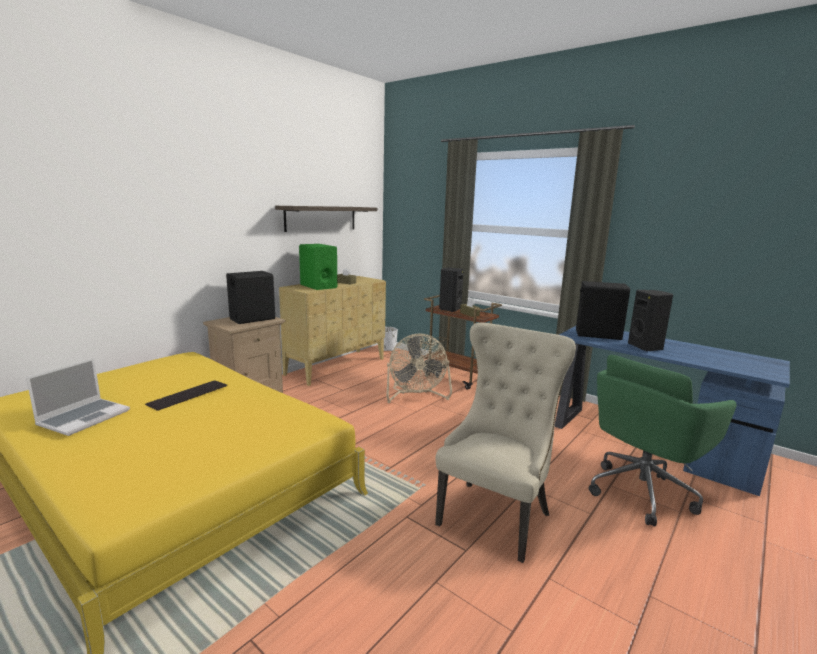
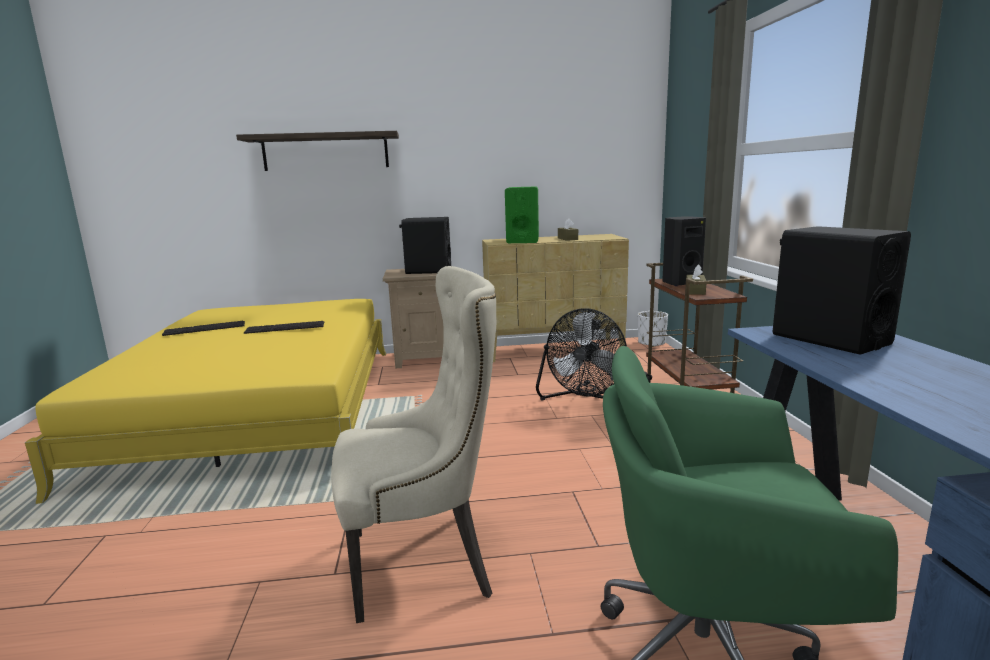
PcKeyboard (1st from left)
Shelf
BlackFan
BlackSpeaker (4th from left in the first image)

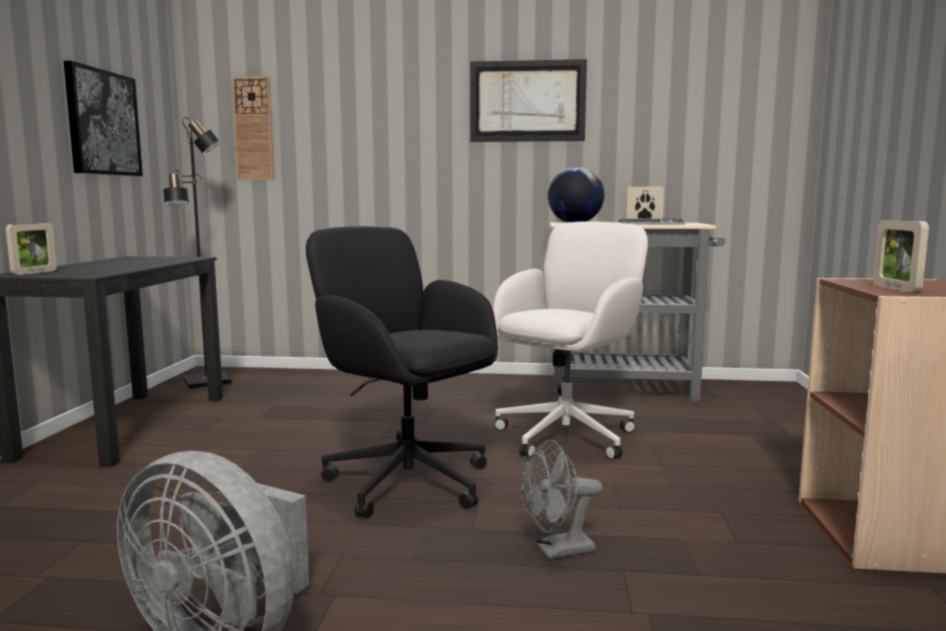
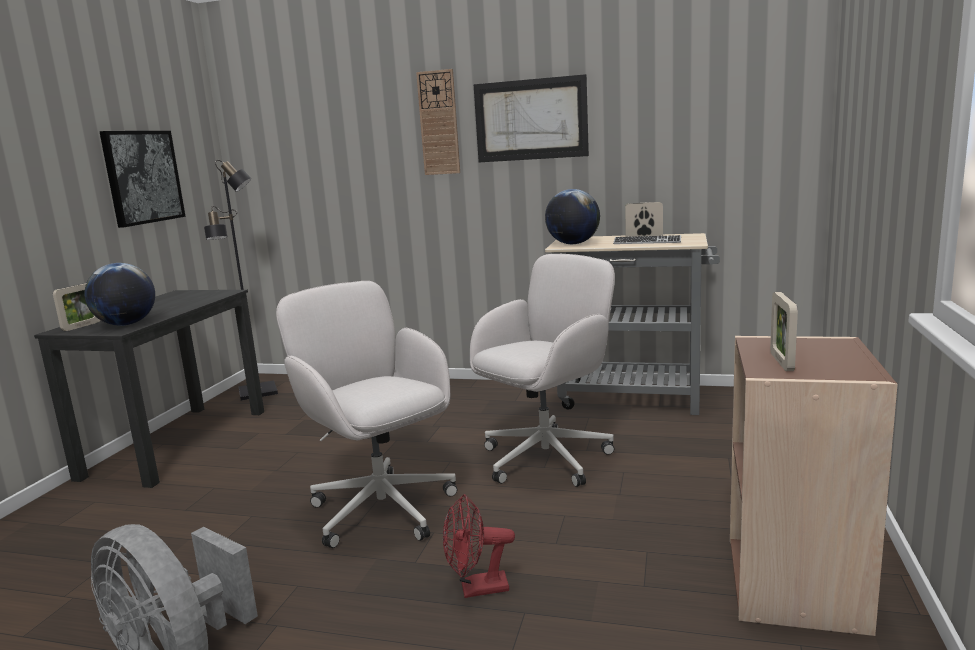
ClockOnTheWall
WhitishComputerChair (1st from left)
RedColouredFan
Globe (1st from left)

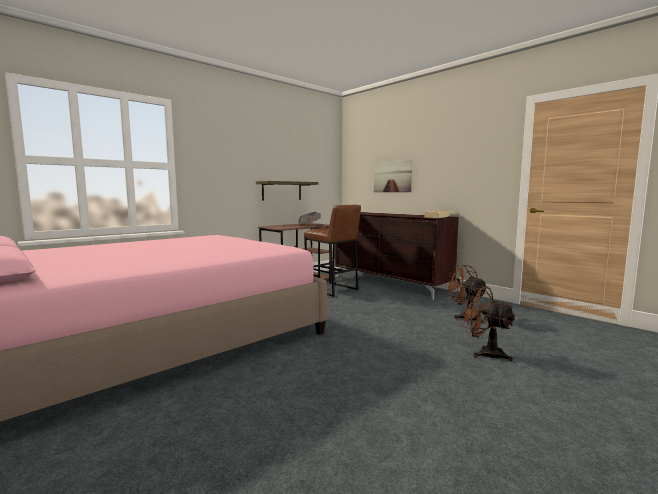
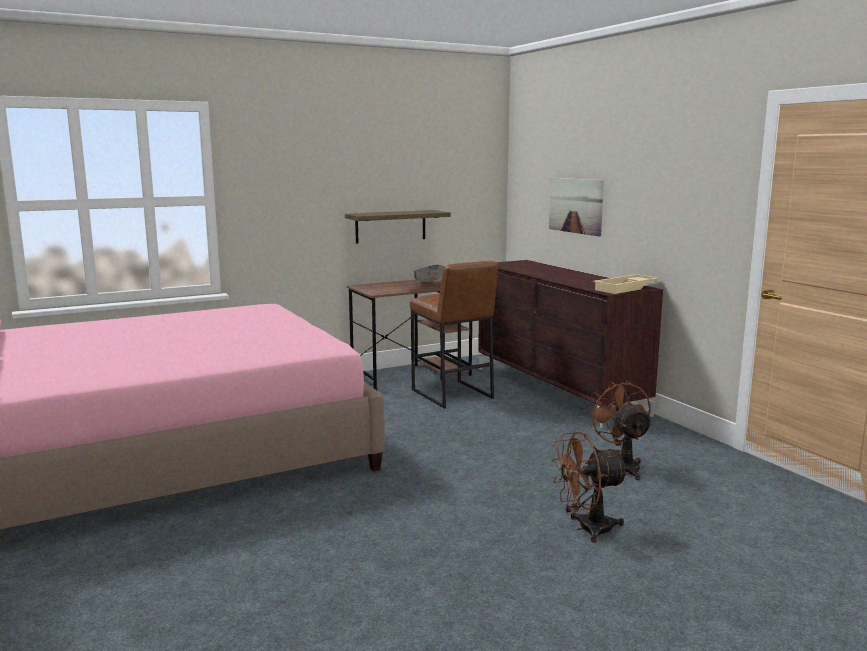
BrownishFan (1st from left)

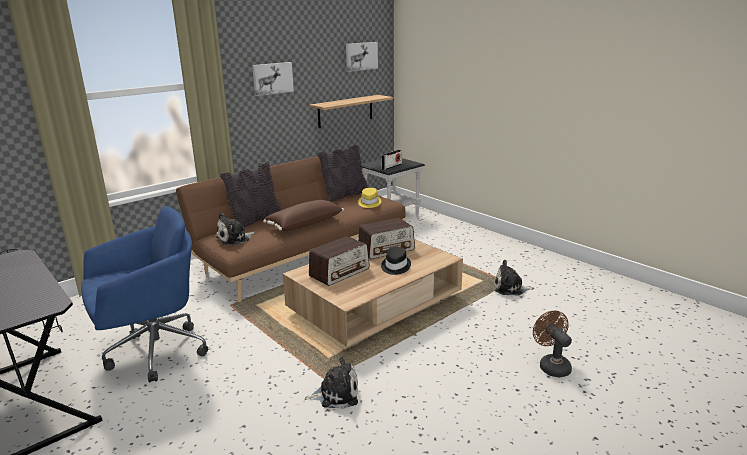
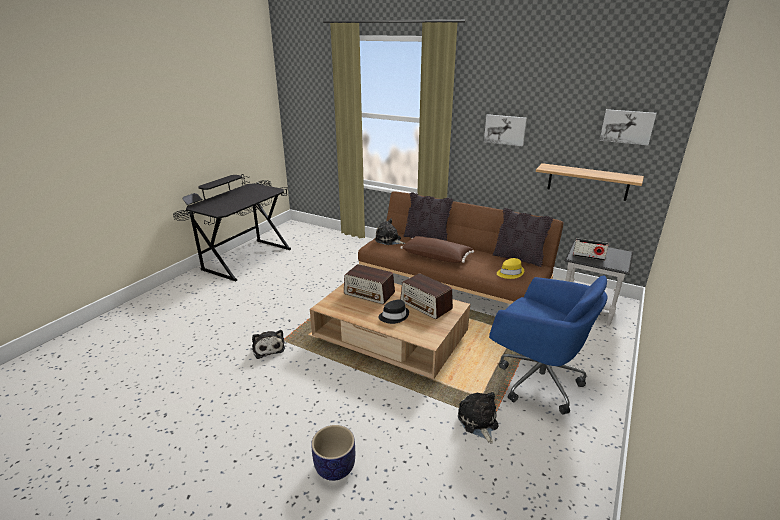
BluishComputerChair
FlowerPot

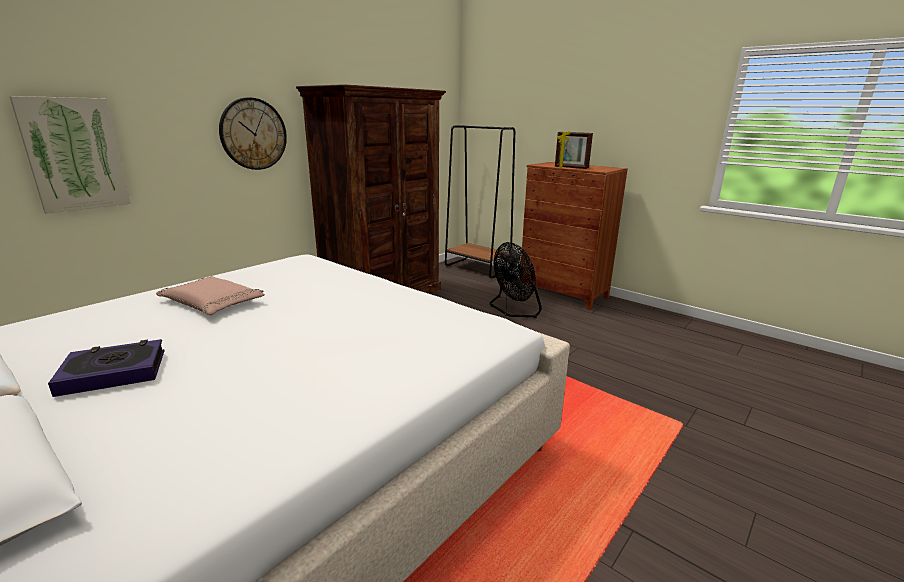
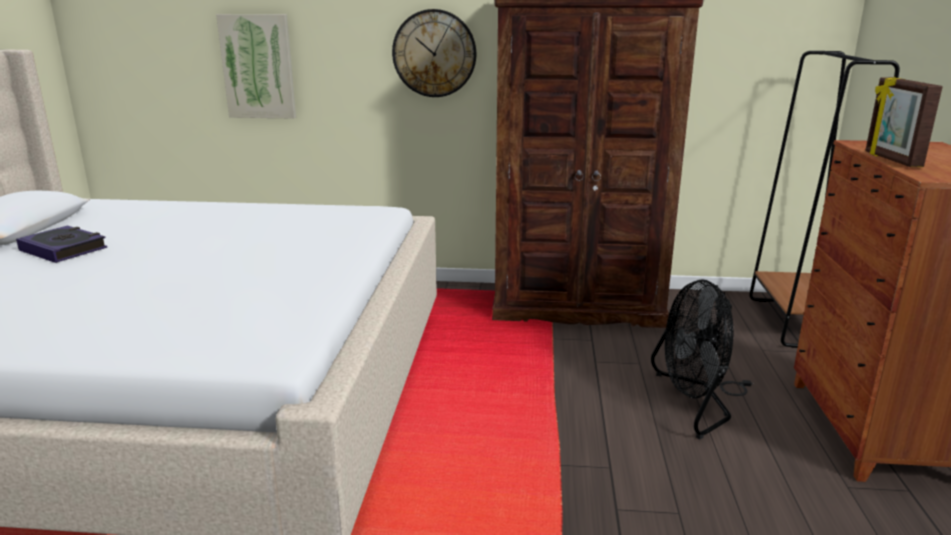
BeigeCushion
BlackFan

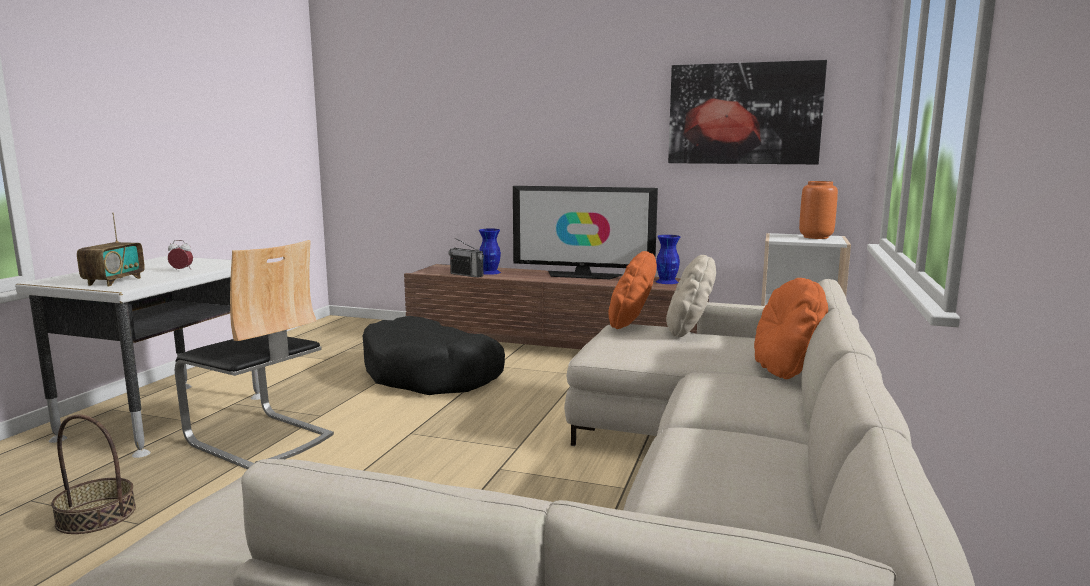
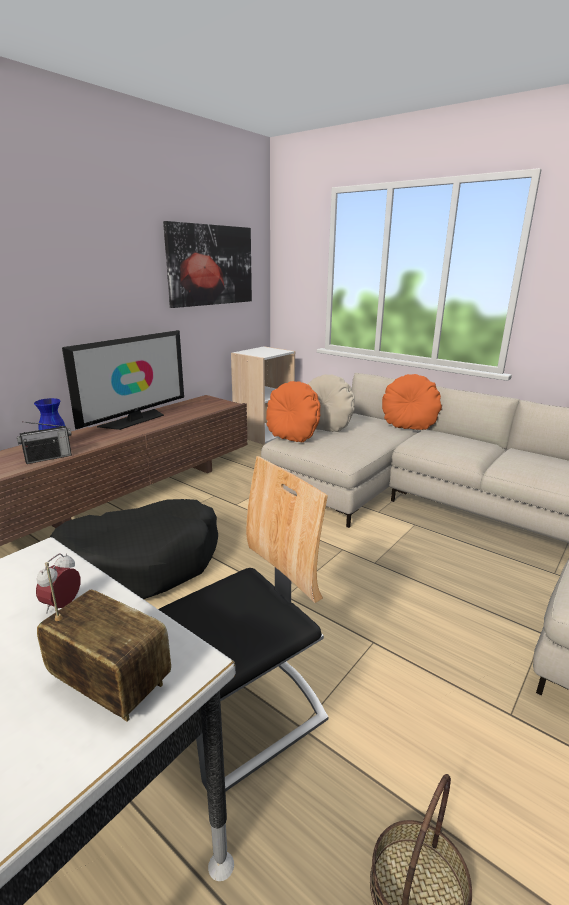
BluishDecorativeVase (2nd from left in the first image)
OrangeColouredDecorativeVase

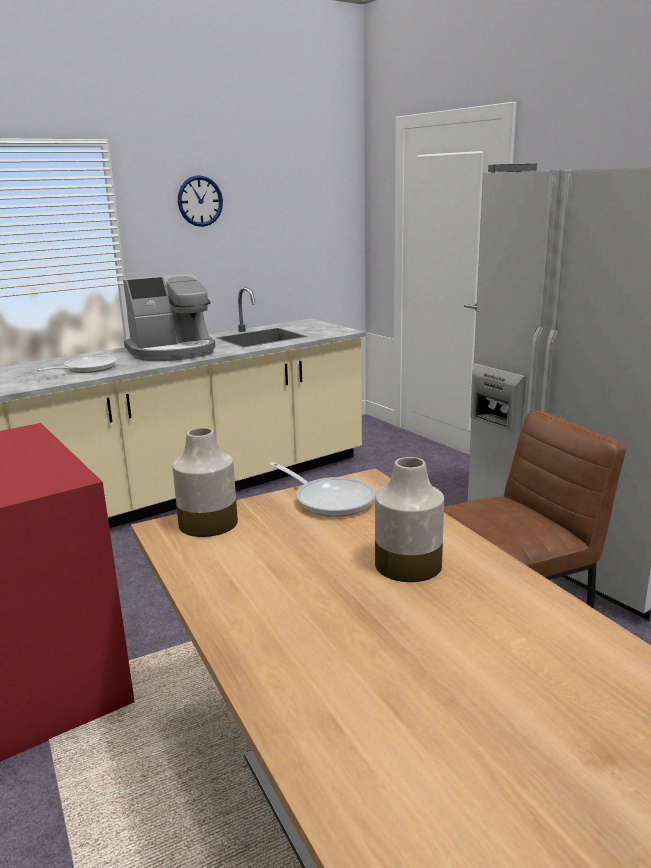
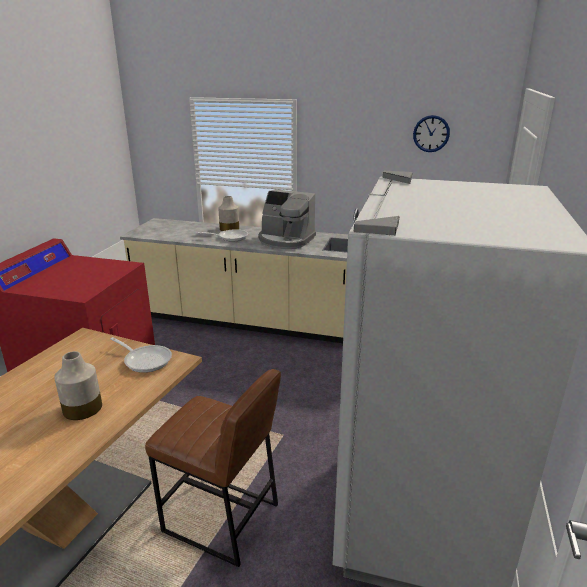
BeigeDecorativeVase (2nd from left)
ClockOnTheWall
FryingPan (1st from left)

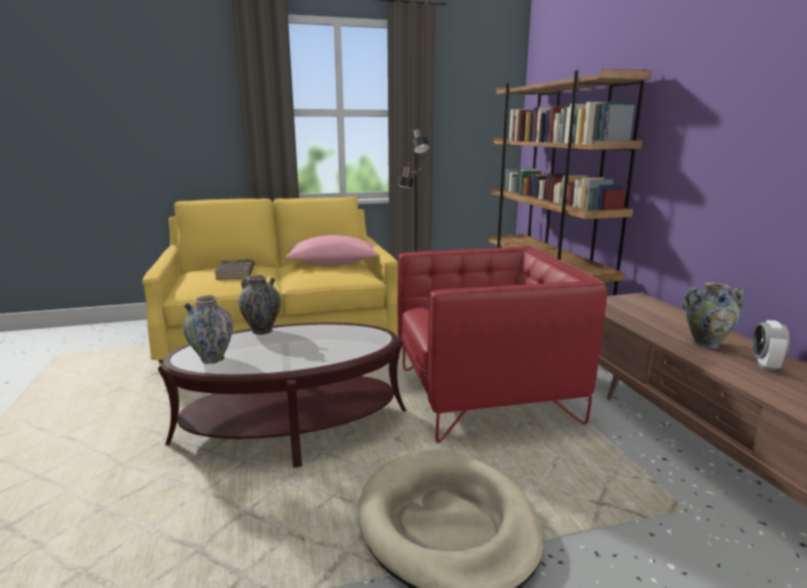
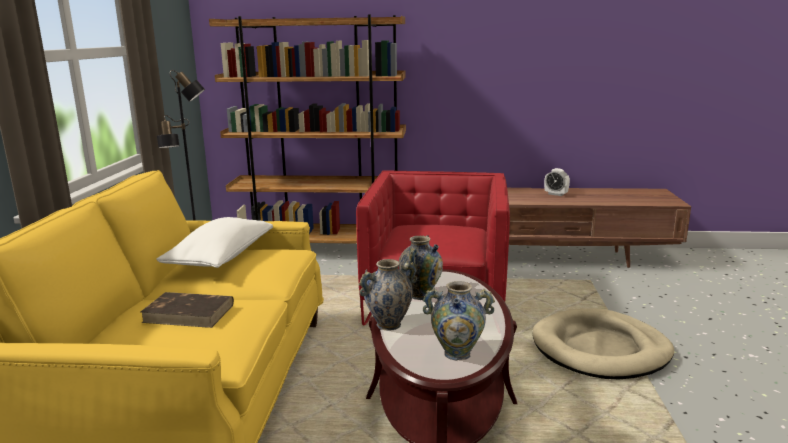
WhitishCushion
DecorativeVase (2nd from left)

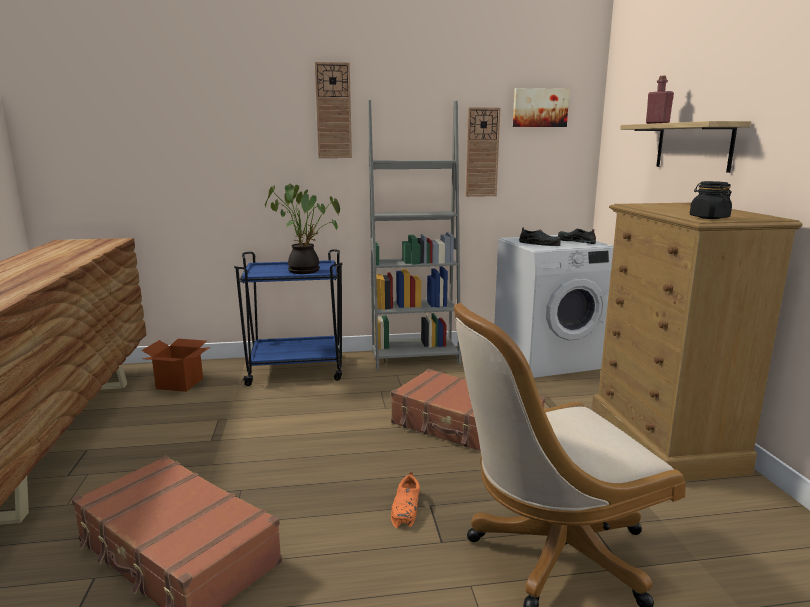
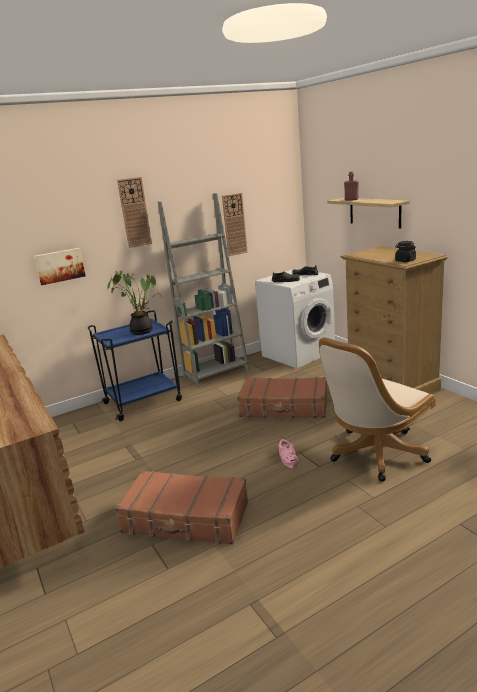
CardboardBox
PinkColouredLowShoe
Picture

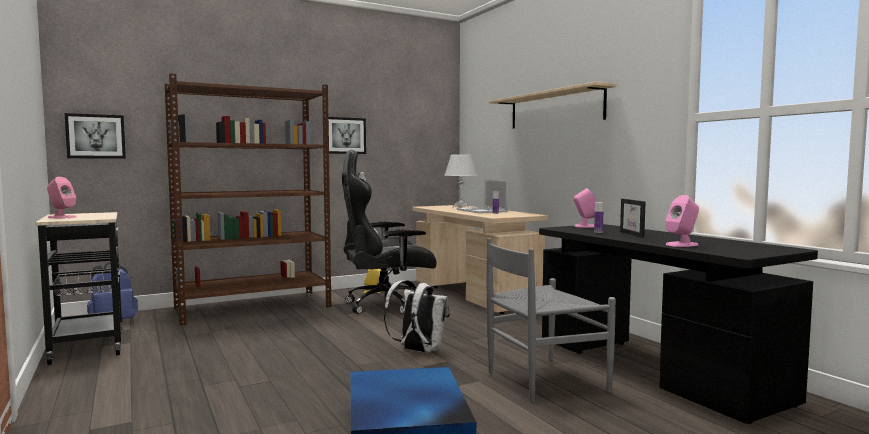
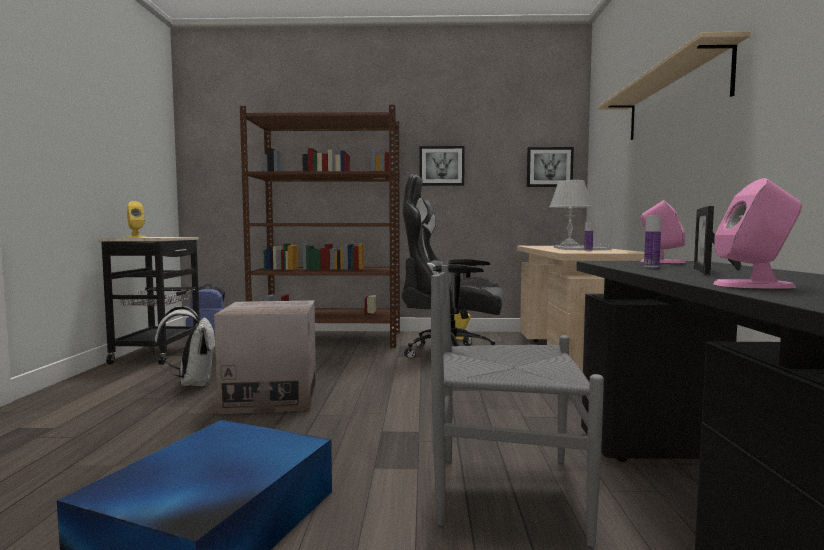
YellowishSpeaker (1st from left)
Picture (2nd from left)
WhitishRucksack
CardboardBox

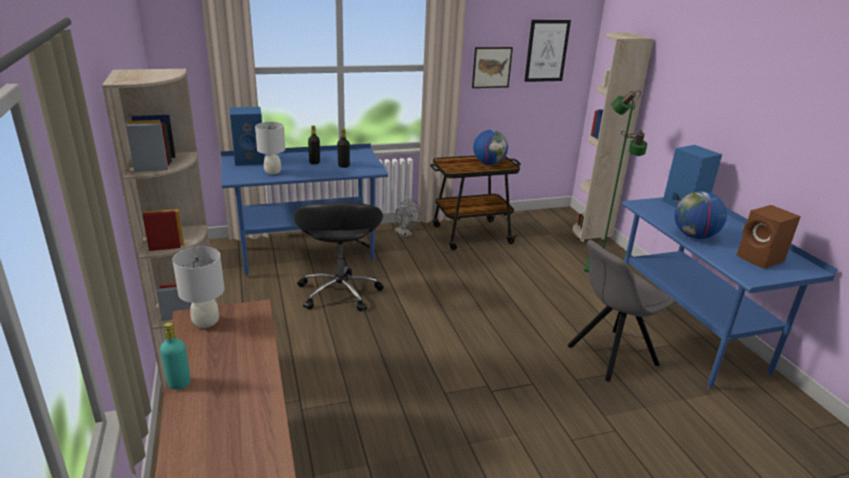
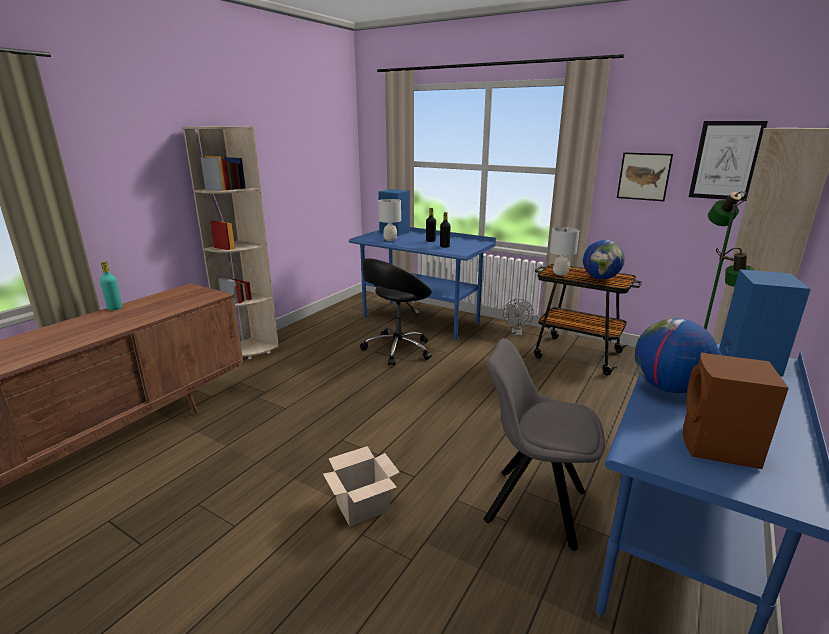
GreyLampForATable (2nd from left)
CardboardBox

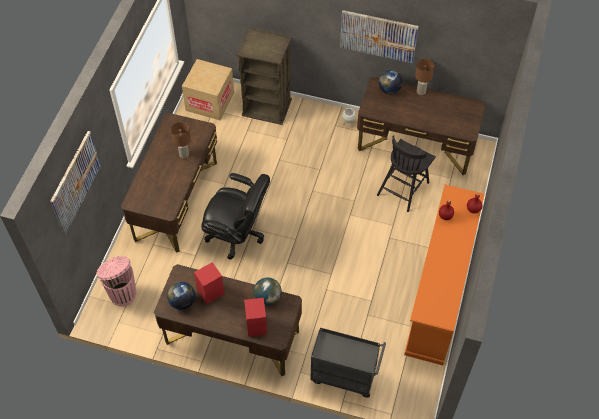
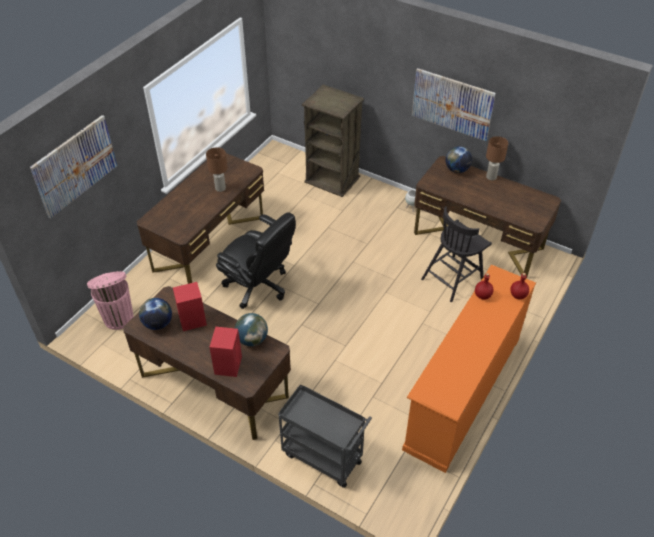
CardboardBox

